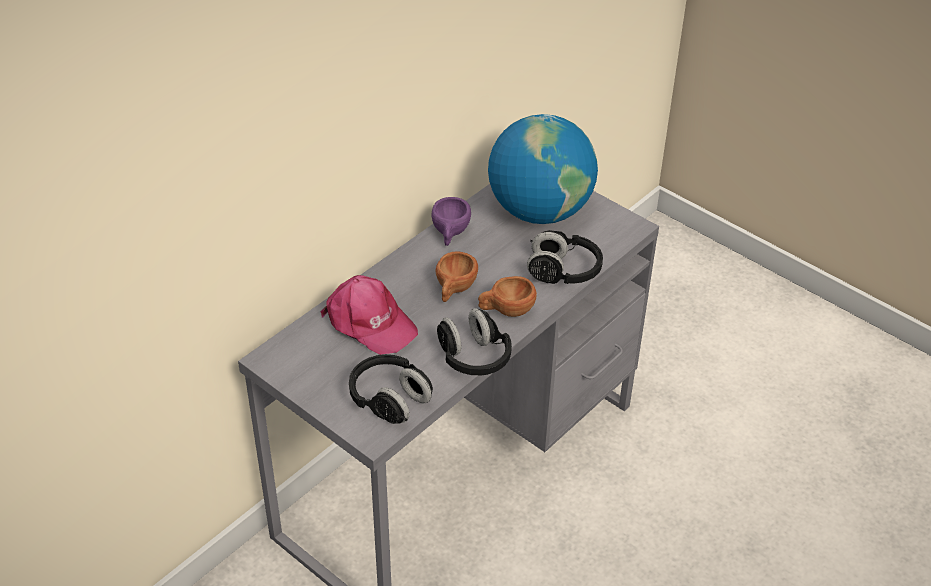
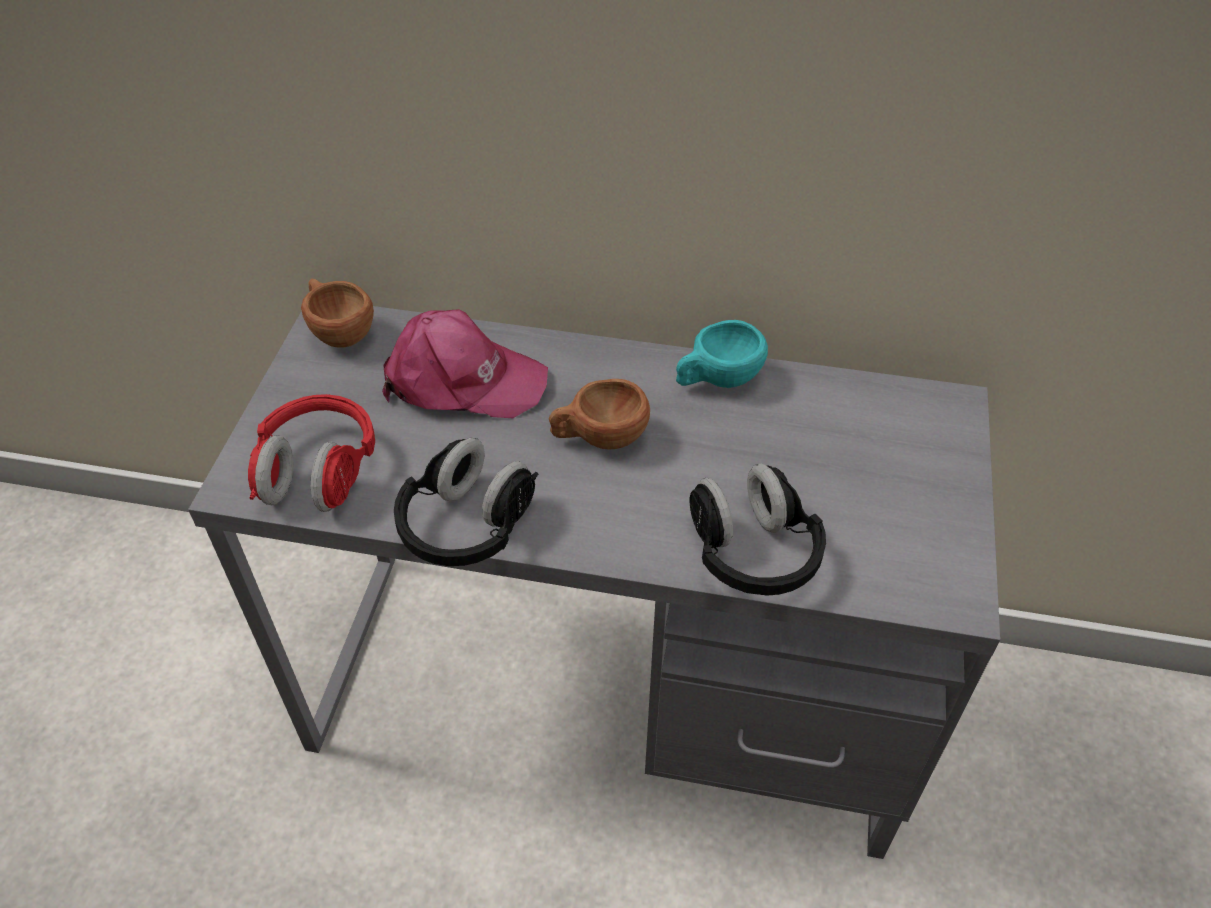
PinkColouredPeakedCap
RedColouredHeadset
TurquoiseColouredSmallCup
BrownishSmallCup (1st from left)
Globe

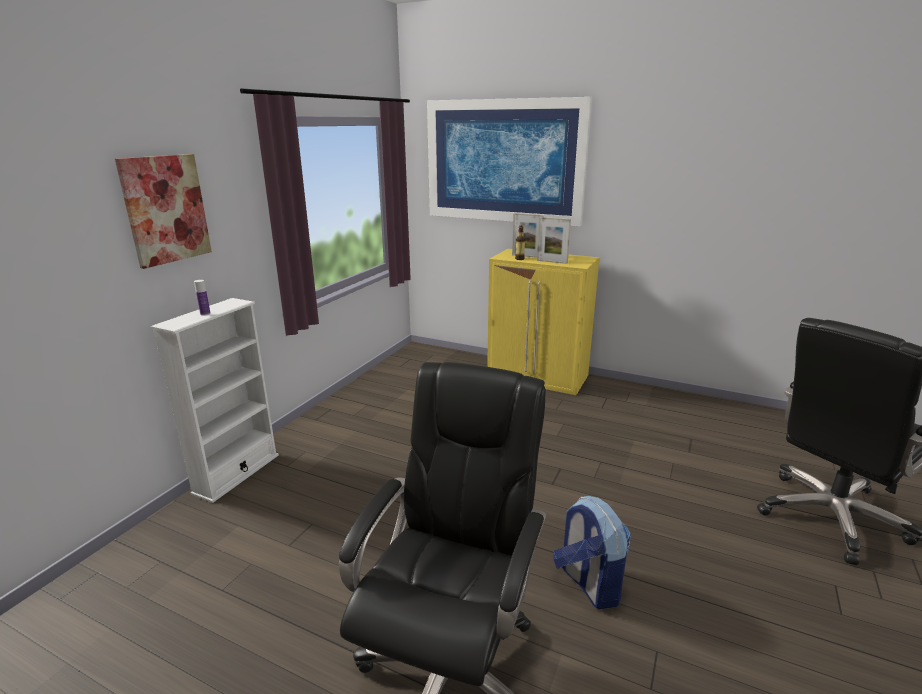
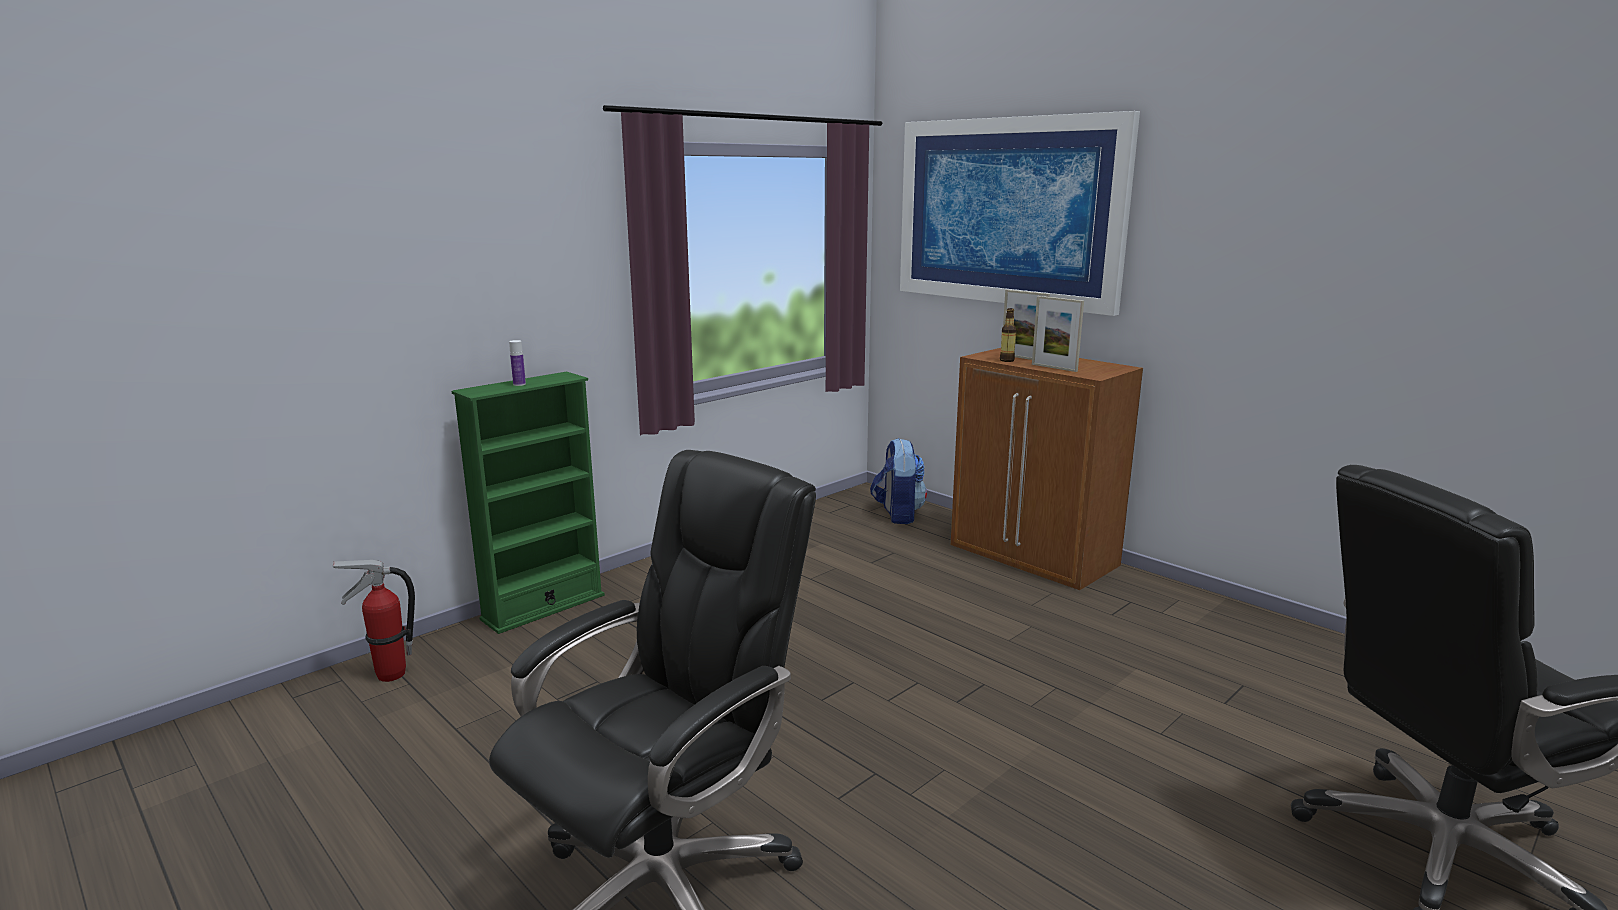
Picture (1st from left in the first image)
GreenShelvingUnit
BrownishCupboard
Rucksack
FireFightingCylinder

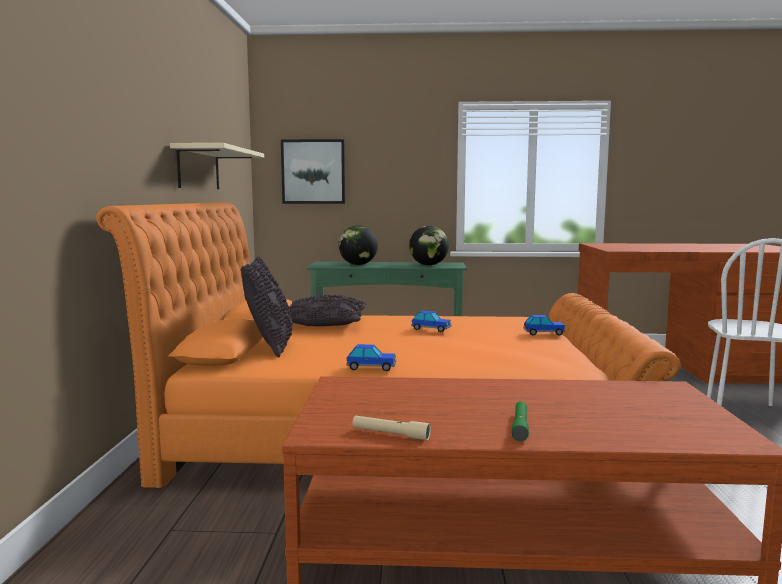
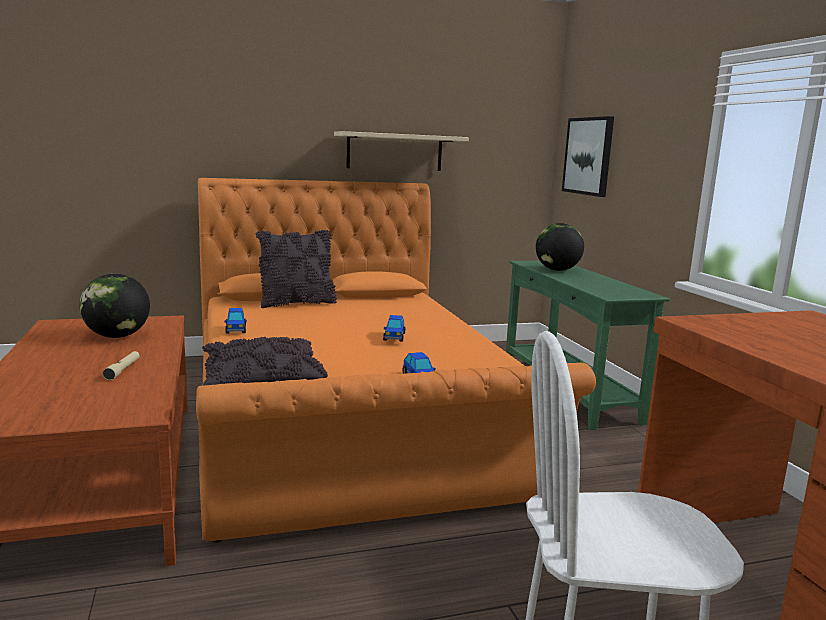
BlackCushion (1st from left)
BeigeHandTorch
Globe (1st from left)
GreenHandTorch

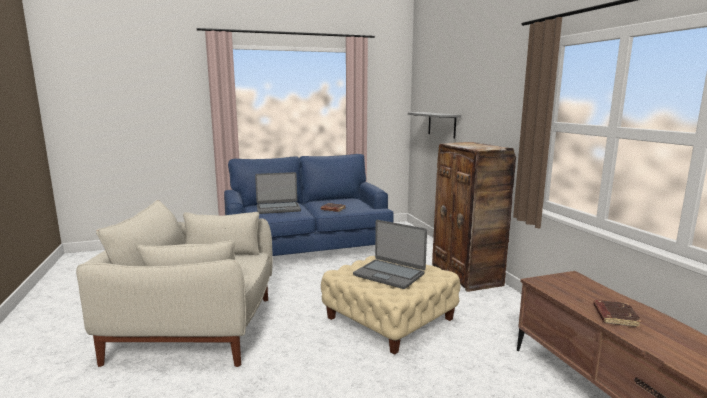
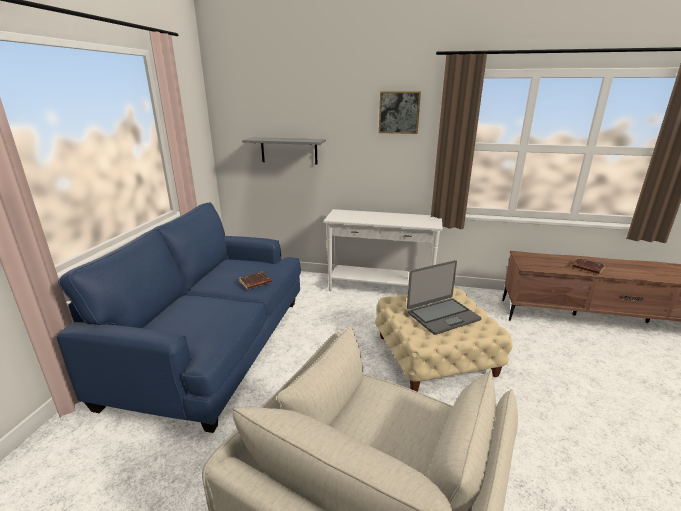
PortableComputer (1st from left in the first image)
WhitishConsoleTable
Picture

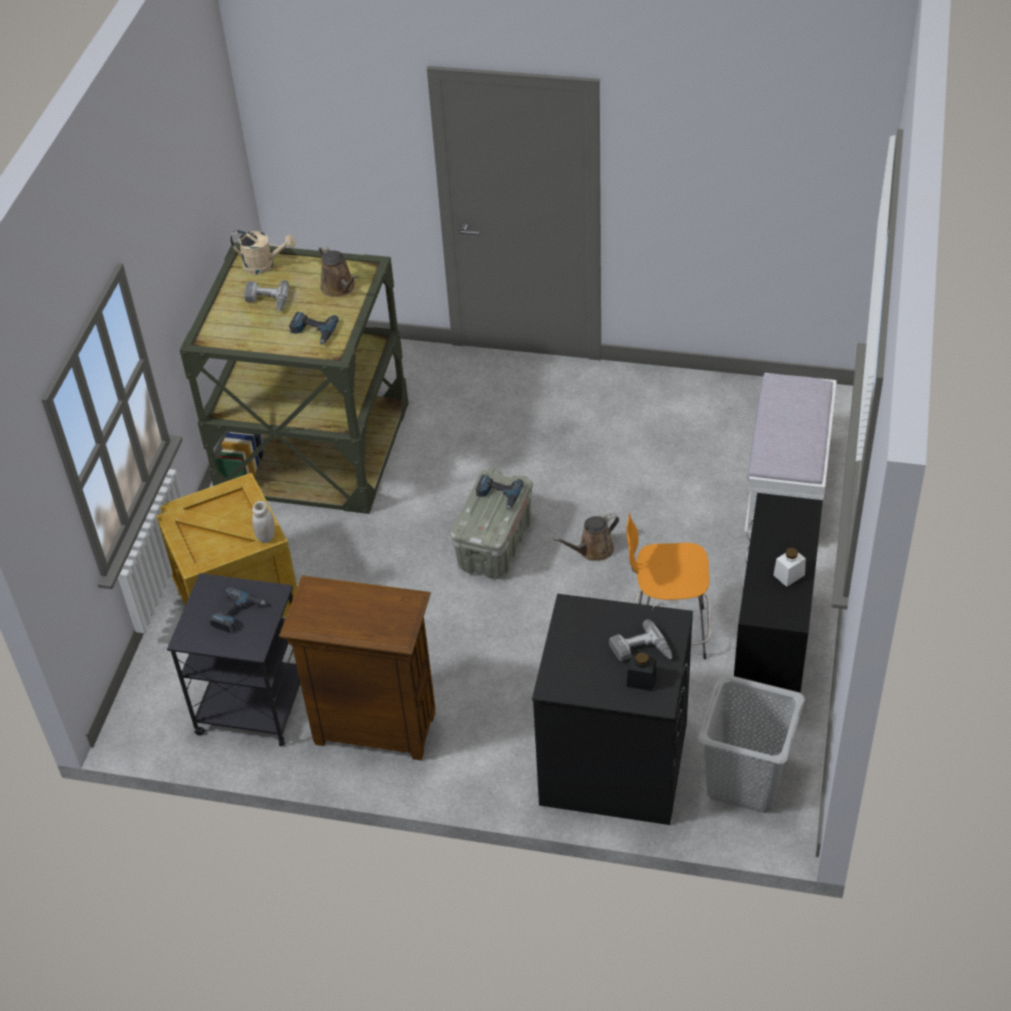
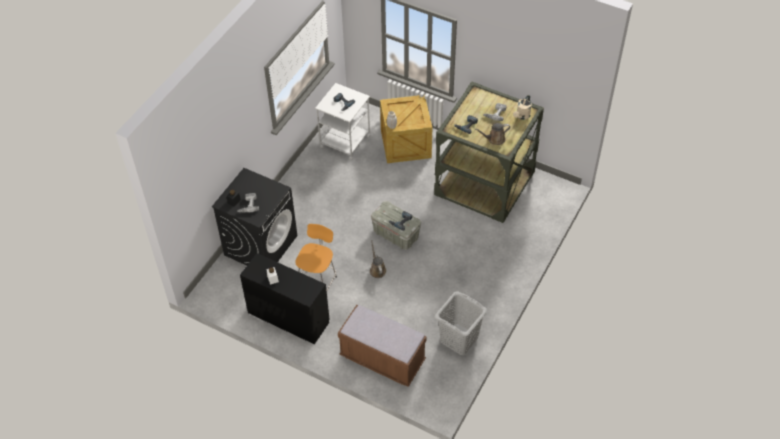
WhitishTrolley
BrownishCupboard
GreyLaundryBasket
BrownishBench

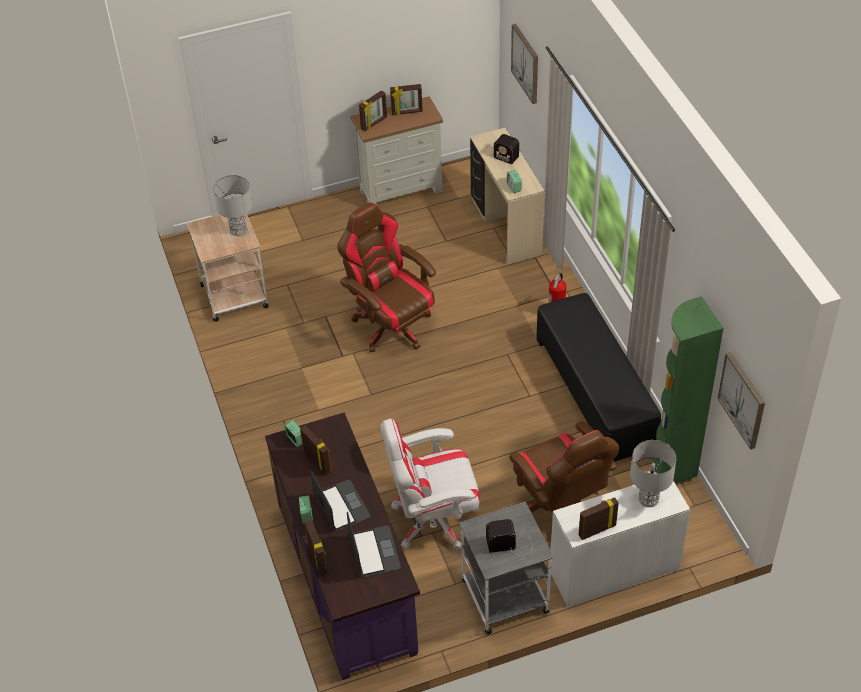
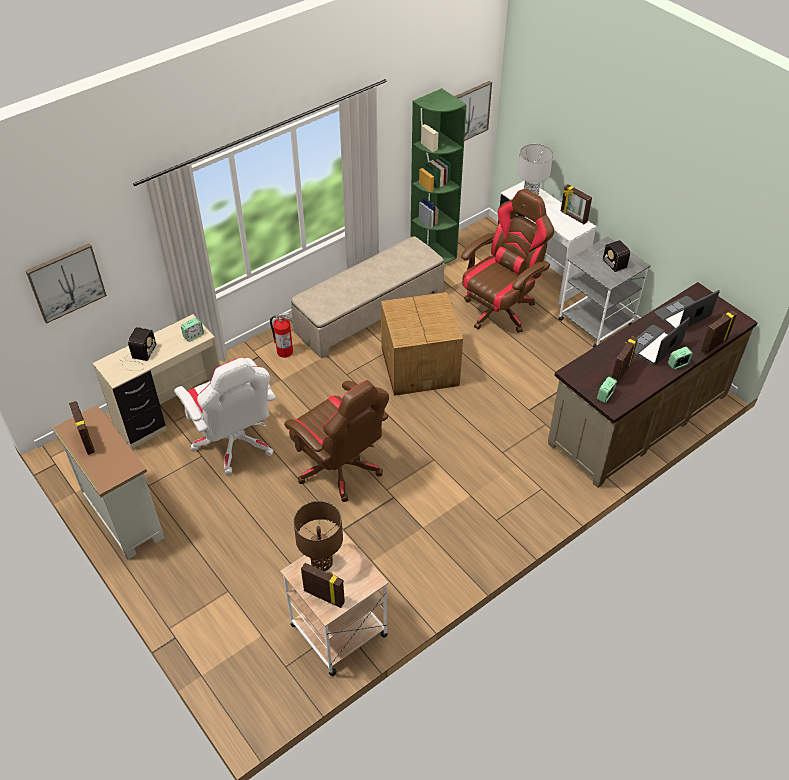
BrownishLampForATable
BeigeCupboard
BrownishComputerChair (1st from left)
PhotoFrame (2nd from left)
WhitishComputerChair
BeigeBench
CardboardBox

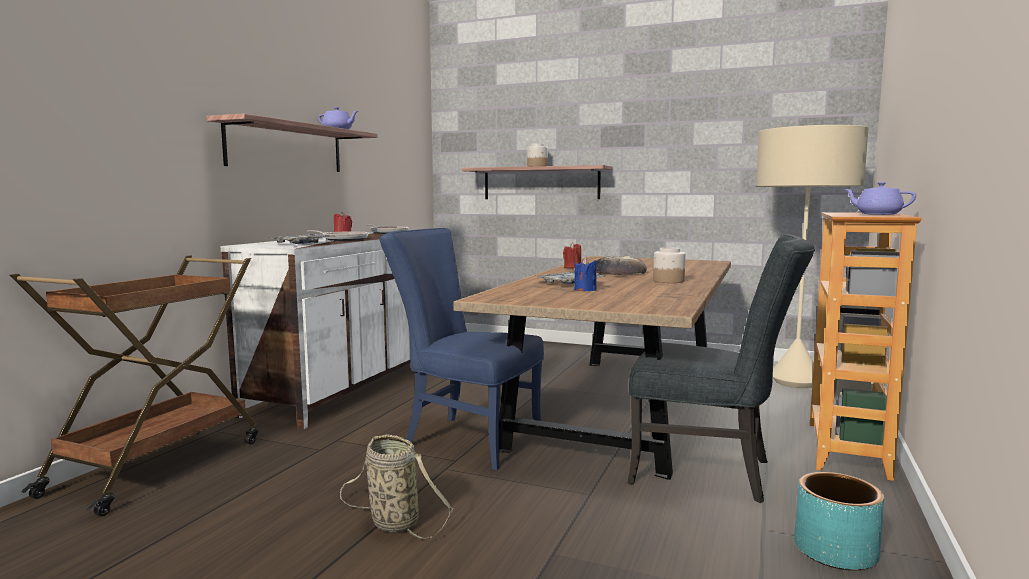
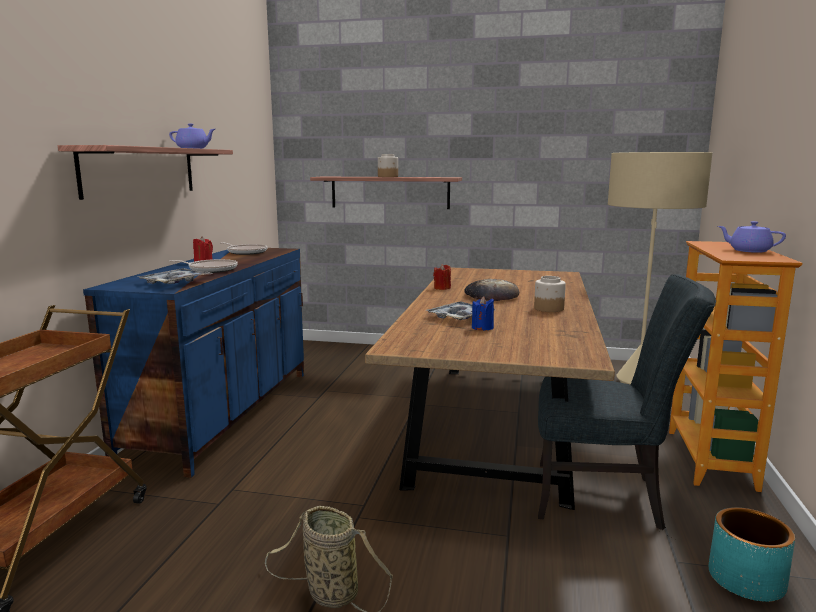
BluishCupboard
BluishUprightChair

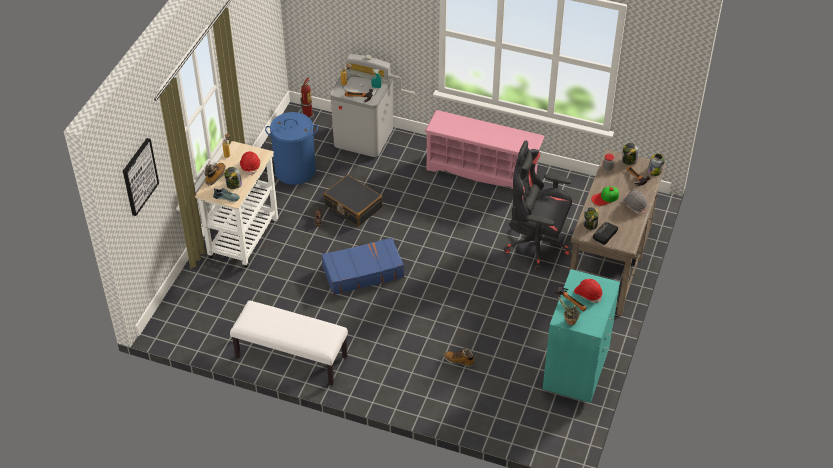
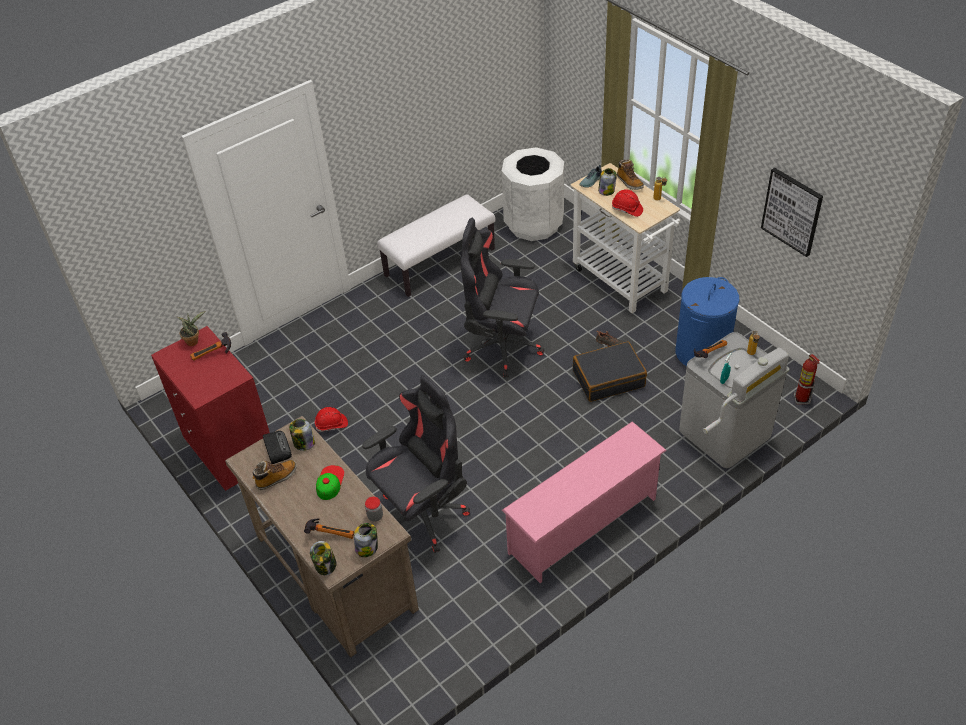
Picture
BlackComputerChair (2nd from left)
Boot (1st from left)
RedColouredCupboard
RedColouredSafetyHelmet (1st from left)
GreySafetyHelmet
WhitishTrashCan

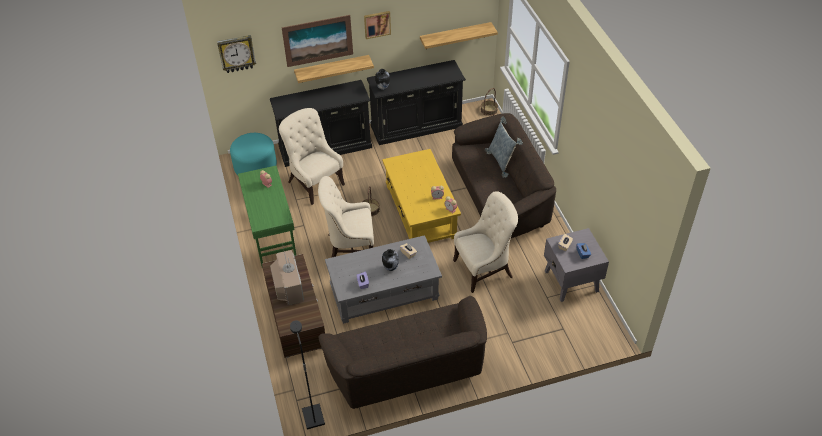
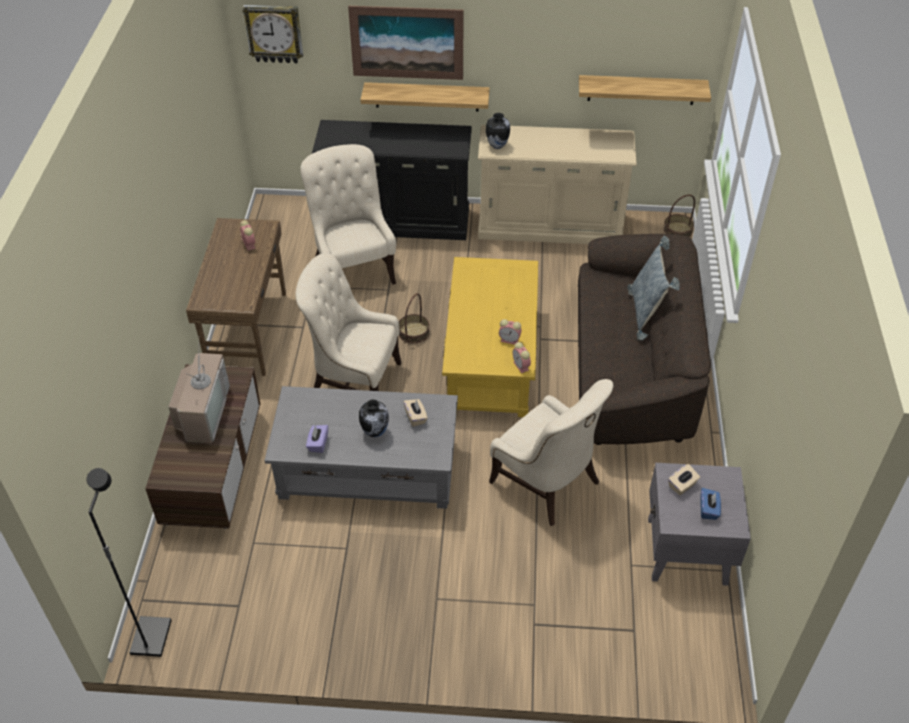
TurquoiseColouredFootrest
BrownishConsoleTable
BrownishSofa (1st from left in the first image)
Picture (2nd from left in the first image)
BeigeCupboard
BeigeEasyChair (3rd from left)

